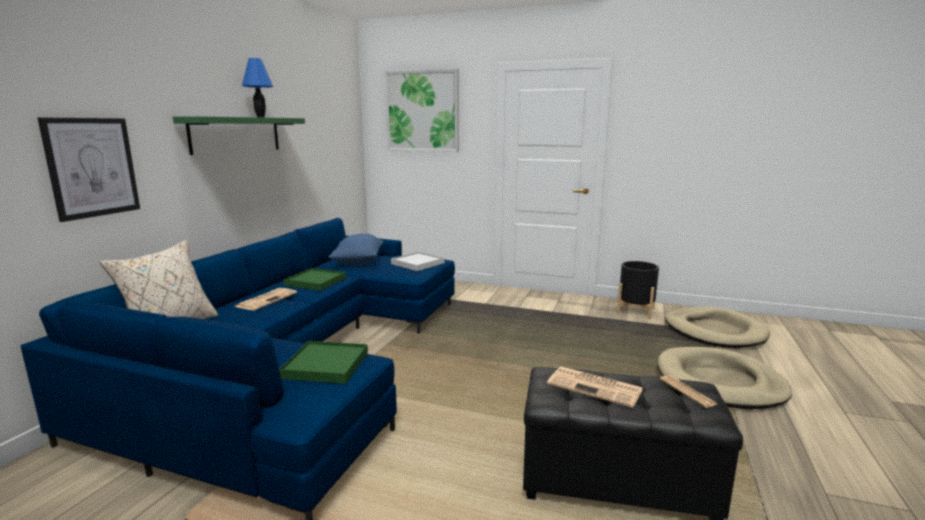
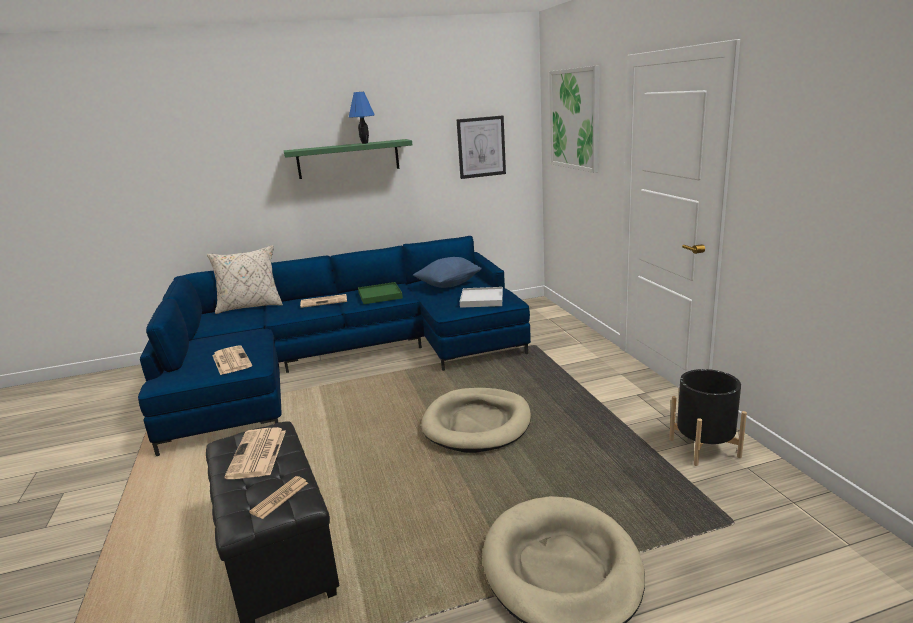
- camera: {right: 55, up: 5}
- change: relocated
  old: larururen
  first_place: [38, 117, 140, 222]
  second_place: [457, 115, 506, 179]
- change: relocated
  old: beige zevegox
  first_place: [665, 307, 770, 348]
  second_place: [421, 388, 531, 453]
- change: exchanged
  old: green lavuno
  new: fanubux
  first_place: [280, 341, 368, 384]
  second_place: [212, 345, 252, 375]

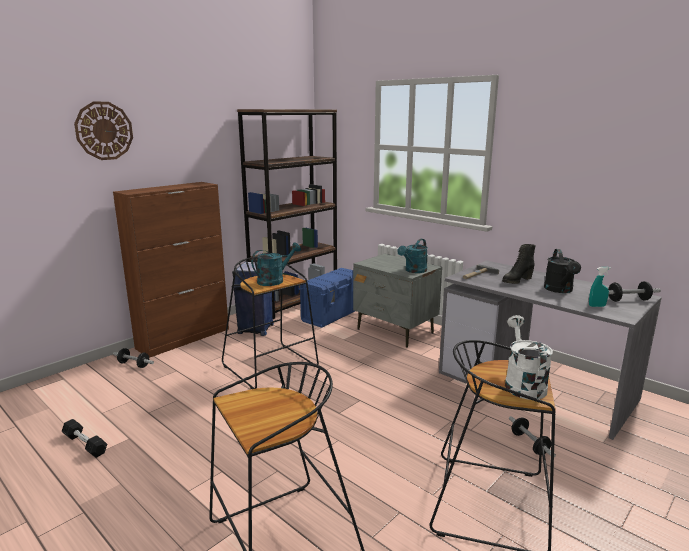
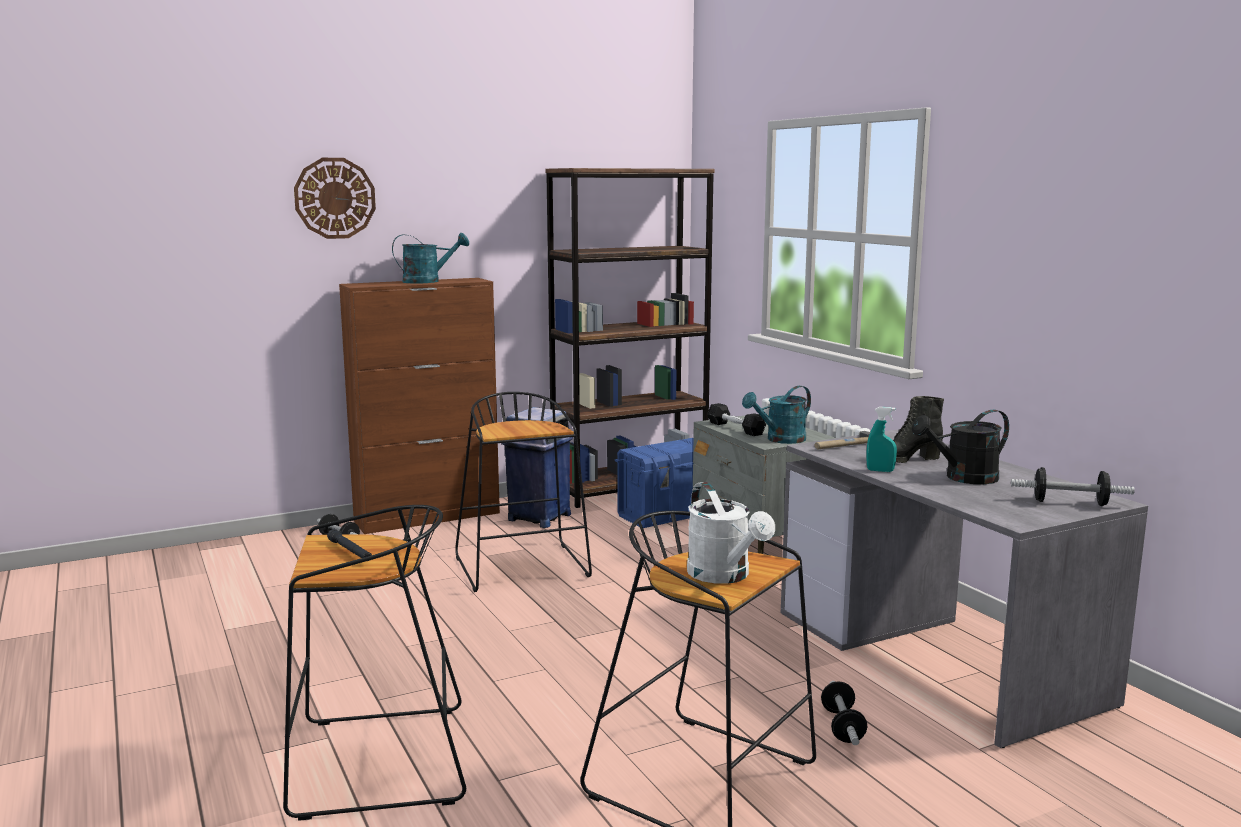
- camera: {right: 20, up: -5}
- change: relocated
  old: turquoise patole
  first_place: [251, 242, 301, 286]
  second_place: [392, 233, 469, 284]
- change: spun
  old: black patole
  first_place: [544, 249, 581, 293]
  second_place: [912, 409, 1009, 484]
  degrees: 45
- change: relocated
  old: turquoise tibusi
  first_place: [589, 267, 611, 307]
  second_place: [866, 407, 897, 472]
- change: spun
  old: white patole
  first_place: [505, 315, 553, 400]
  second_place: [687, 482, 775, 583]
  degrees: 135
- change: relocated
  old: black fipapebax
  first_place: [62, 419, 107, 458]
  second_place: [707, 403, 766, 436]
- change: appeared
  new: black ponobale
  second_place: [327, 529, 372, 561]

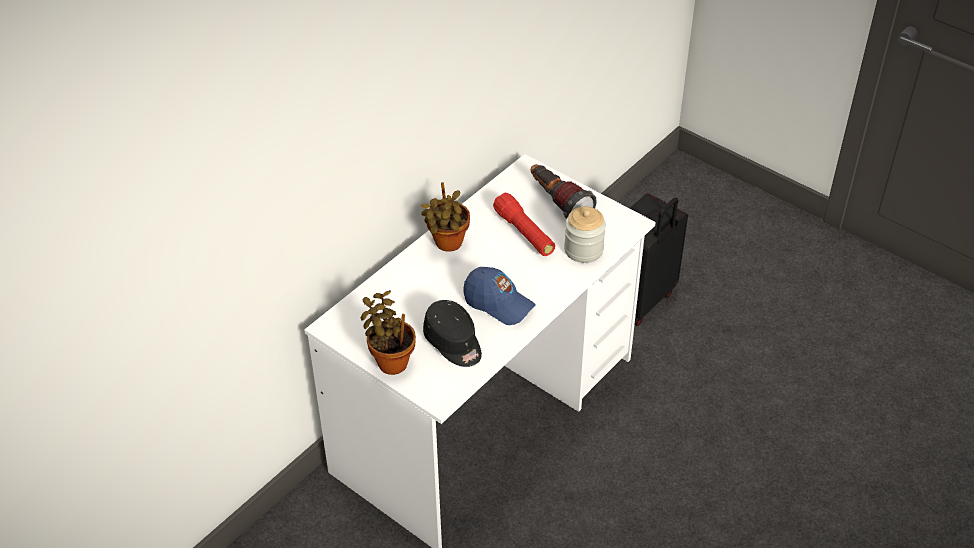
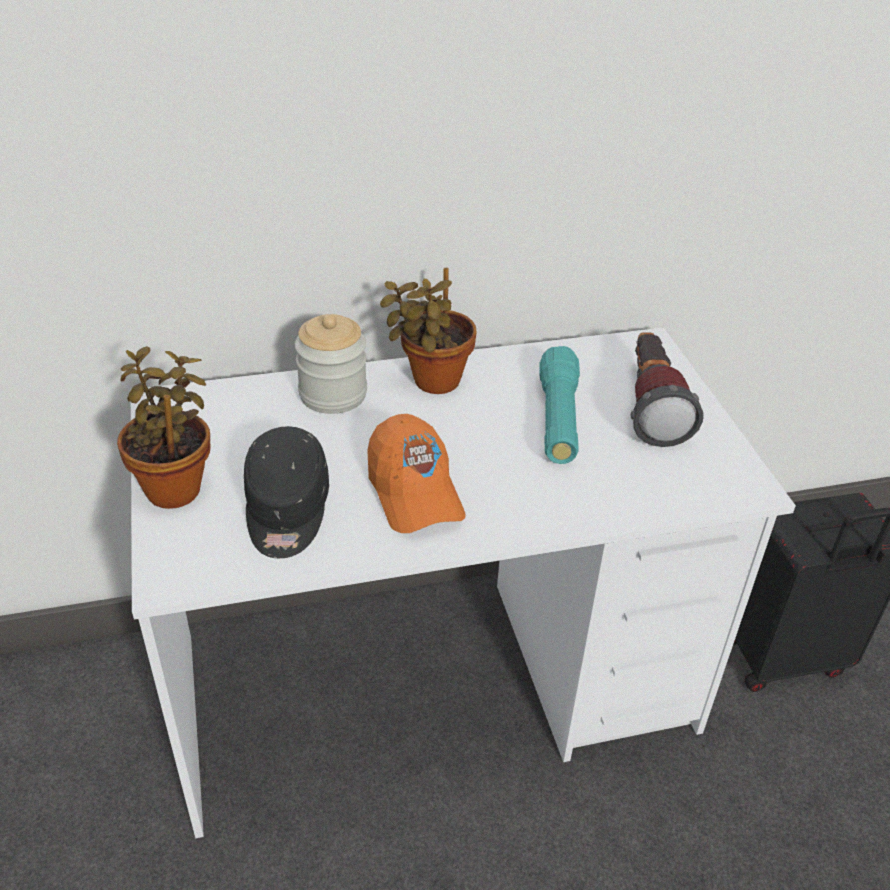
- camera: {right: 35, up: -5}
- change: colour
  old: red ponobale
  new: turquoise ponobale
  first_place: [493, 193, 555, 256]
  second_place: [539, 346, 580, 464]
- change: relocated
  old: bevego
  first_place: [564, 207, 606, 263]
  second_place: [295, 314, 367, 414]
- change: colour
  old: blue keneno
  new: orange keneno
  first_place: [463, 267, 536, 325]
  second_place: [367, 414, 465, 533]

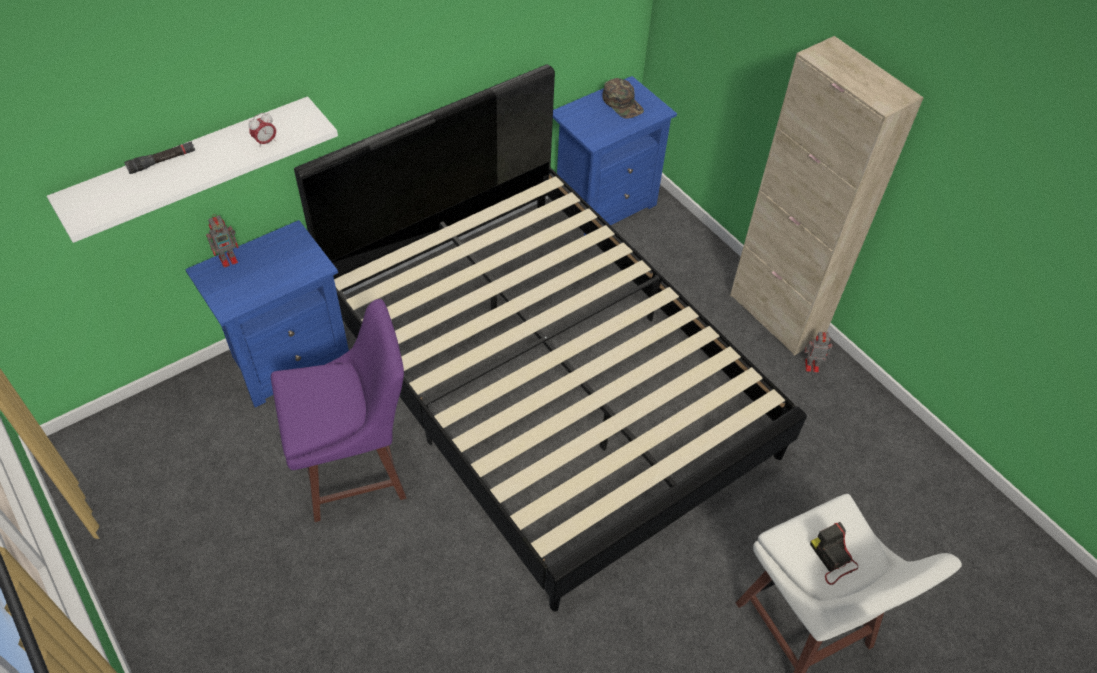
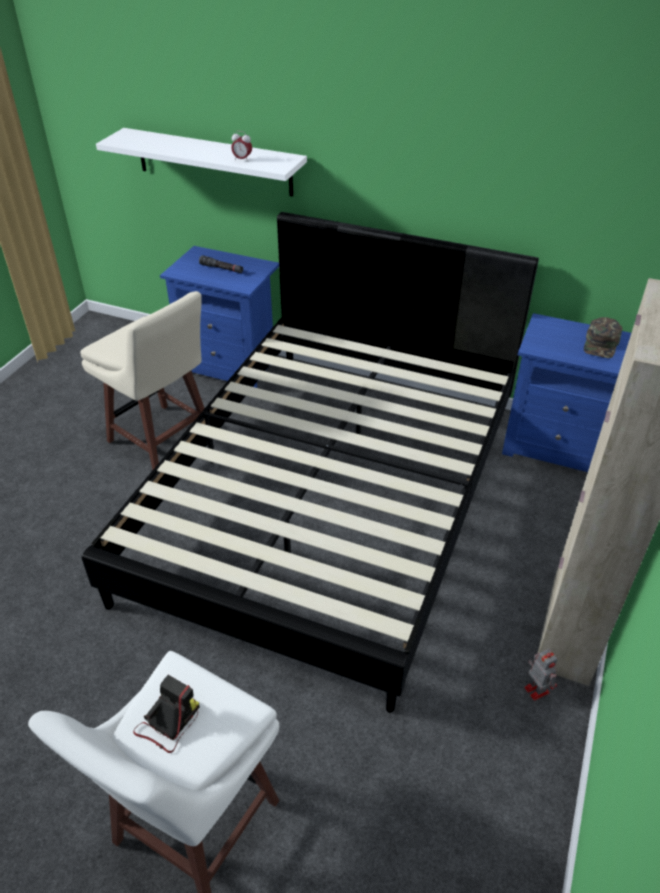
- camera: {right: 60, up: -10}
- change: relocated
  old: black ponobale
  first_place: [124, 141, 195, 174]
  second_place: [199, 255, 243, 273]
- change: missing
  old: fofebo
  first_place: [206, 214, 239, 268]
- change: colour
  old: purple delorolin
  new: beige delorolin
  first_place: [271, 299, 407, 522]
  second_place: [80, 291, 205, 470]

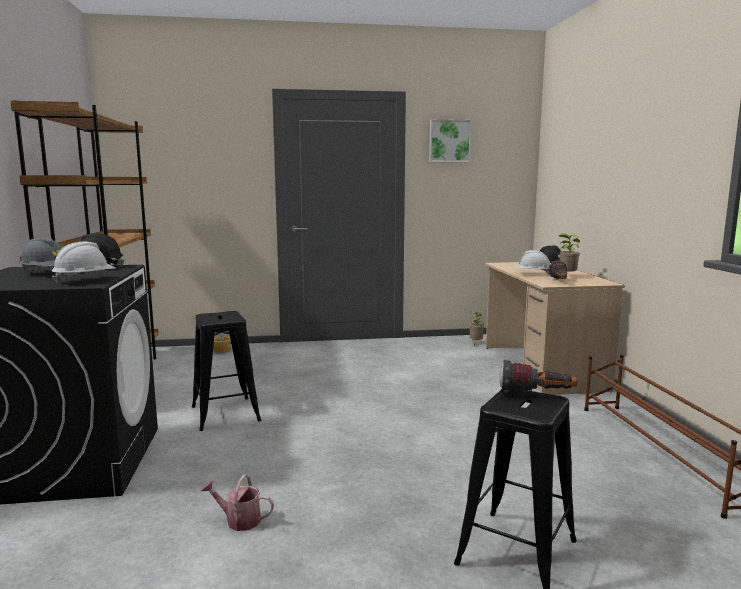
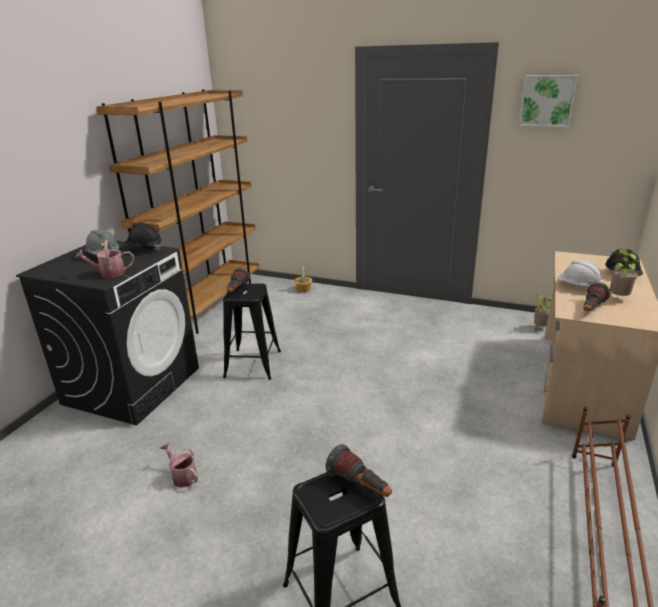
- camera: {right: 30, up: 15}
- change: exchanged
  old: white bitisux
  new: patole
  first_place: [52, 242, 116, 284]
  second_place: [75, 240, 134, 278]
- change: appeared
  new: ponobale
  second_place: [227, 268, 250, 293]

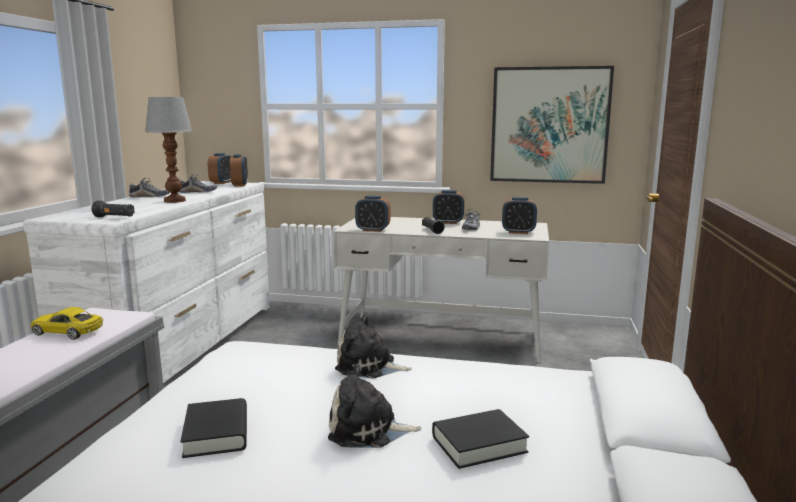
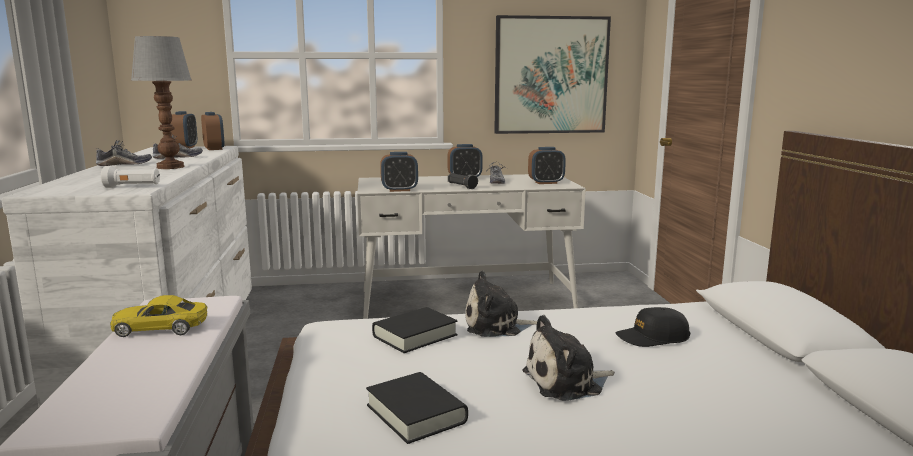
- camera: {right: -20, up: 0}
- change: colour
  old: black ponobale
  new: white ponobale
  first_place: [91, 201, 135, 217]
  second_place: [101, 166, 160, 188]
- change: relocated
  old: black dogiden
  first_place: [432, 409, 529, 469]
  second_place: [372, 307, 457, 353]
- change: appeared
  new: black keneno
  second_place: [615, 307, 690, 347]

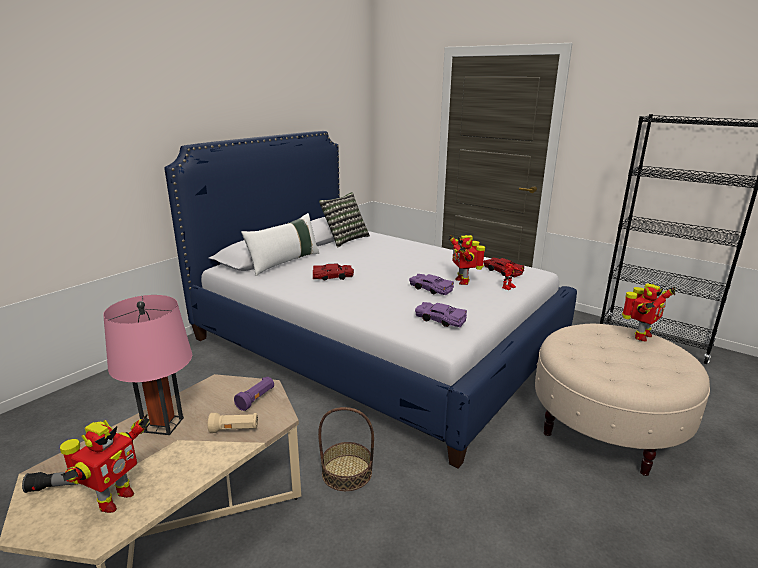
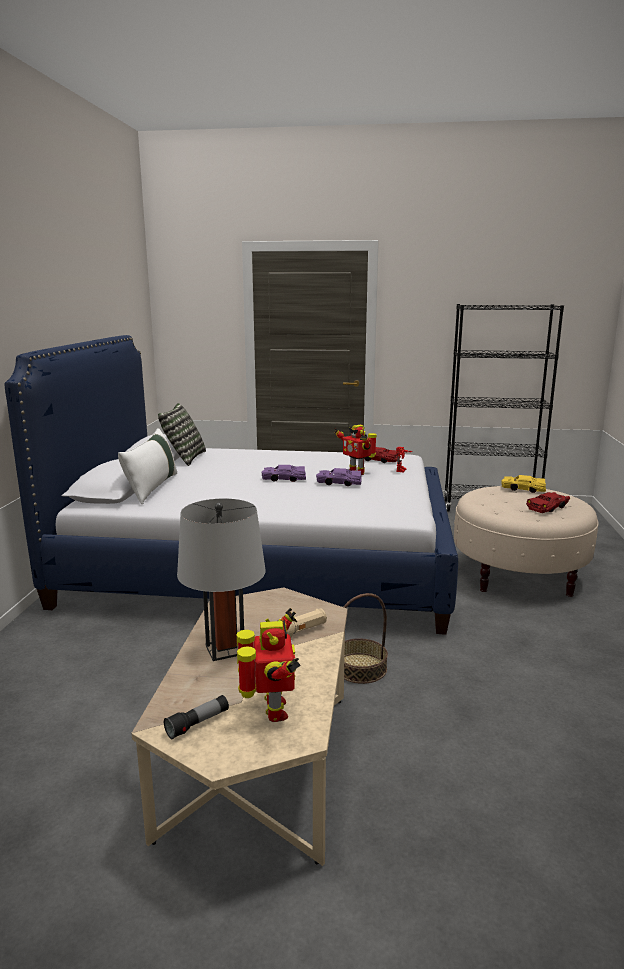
- camera: {right: -30, up: -5}
- change: relocated
  old: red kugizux
  first_place: [313, 263, 354, 280]
  second_place: [526, 492, 570, 513]
- change: exchanged
  old: fofebo
  new: yellow kugizux
  first_place: [622, 283, 676, 342]
  second_place: [501, 475, 546, 493]
- change: colour
  old: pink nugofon
  new: grey nugofon
  first_place: [103, 295, 192, 435]
  second_place: [177, 499, 266, 661]
- change: relocated
  old: purple kugizux
  first_place: [415, 302, 467, 327]
  second_place: [262, 465, 306, 482]
- change: missing
  old: purple ponobale
  first_place: [234, 377, 274, 411]

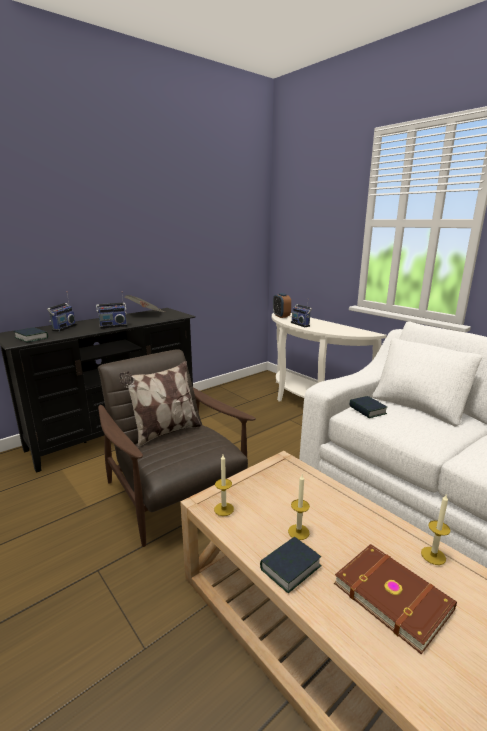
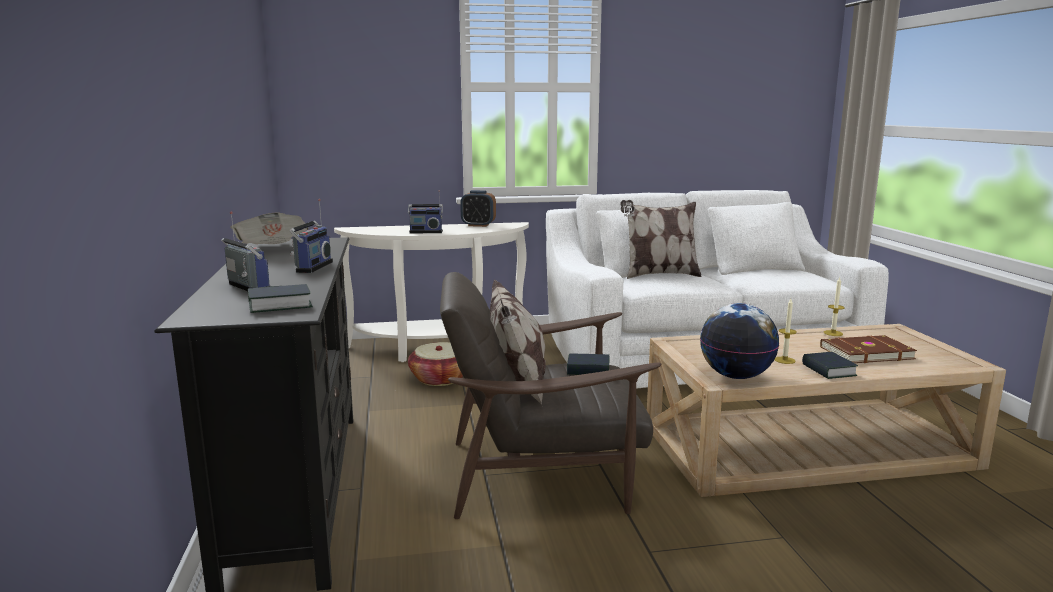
- camera: {right: -60, up: -5}
- change: relocated
  old: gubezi
  first_place: [273, 293, 291, 318]
  second_place: [460, 190, 496, 227]
- change: relocated
  old: dogiden
  first_place: [349, 396, 387, 418]
  second_place: [567, 353, 610, 375]
- change: exchanged
  old: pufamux
  new: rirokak
  first_place: [214, 455, 234, 516]
  second_place: [700, 303, 779, 379]
- change: appeared
  new: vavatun
  second_place: [620, 200, 702, 279]
- change: appeared
  new: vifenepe
  second_place: [408, 342, 463, 386]

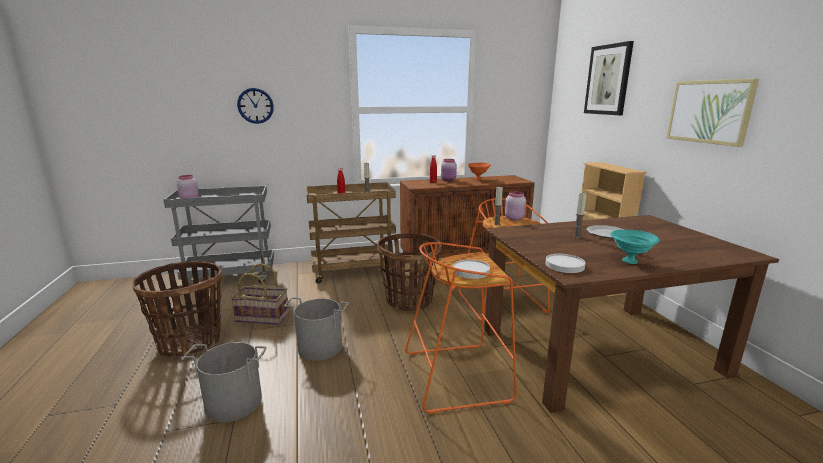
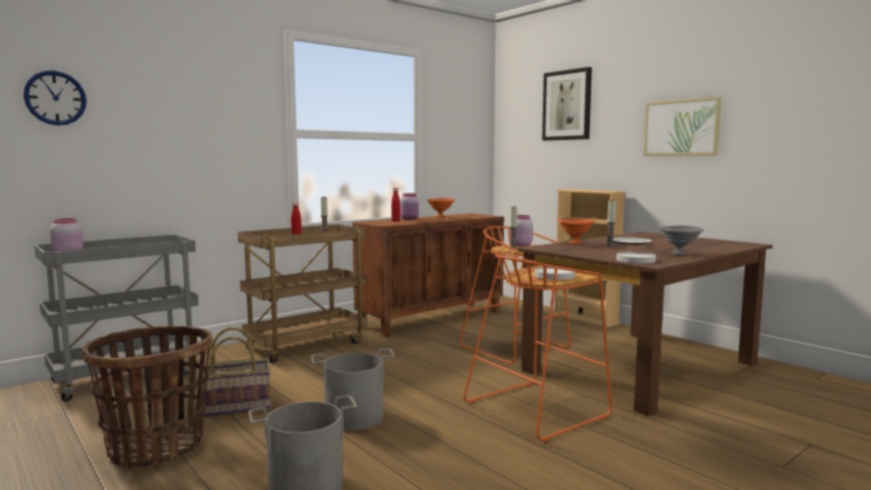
- camera: {right: -25, up: -10}
- change: relocated
  old: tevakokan
  first_place: [237, 88, 274, 124]
  second_place: [23, 70, 87, 126]
- change: colour
  old: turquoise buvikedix
  new: grey buvikedix
  first_place: [610, 230, 659, 264]
  second_place: [658, 226, 704, 255]
- change: missing
  old: vifenepe
  first_place: [377, 233, 441, 311]
- change: appeared
  new: orange buvikedix
  second_place: [558, 218, 595, 244]

